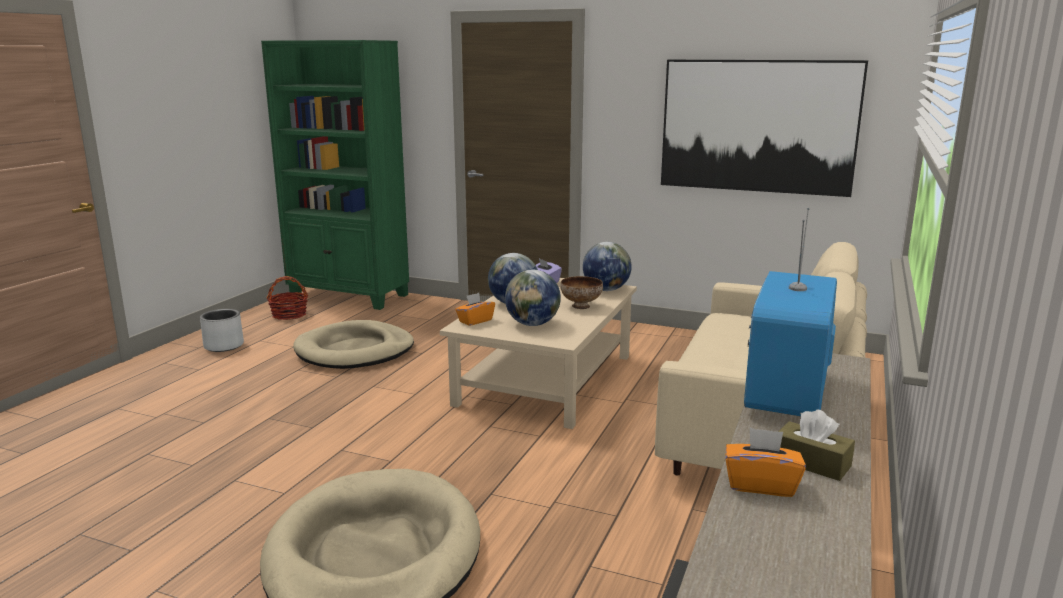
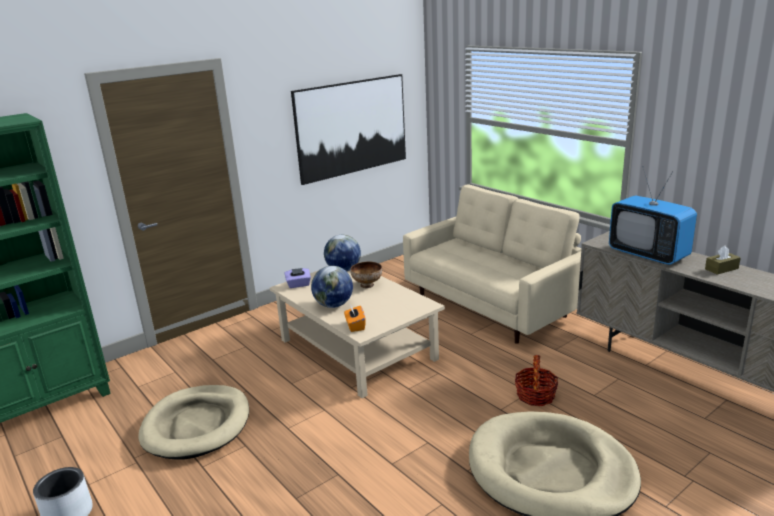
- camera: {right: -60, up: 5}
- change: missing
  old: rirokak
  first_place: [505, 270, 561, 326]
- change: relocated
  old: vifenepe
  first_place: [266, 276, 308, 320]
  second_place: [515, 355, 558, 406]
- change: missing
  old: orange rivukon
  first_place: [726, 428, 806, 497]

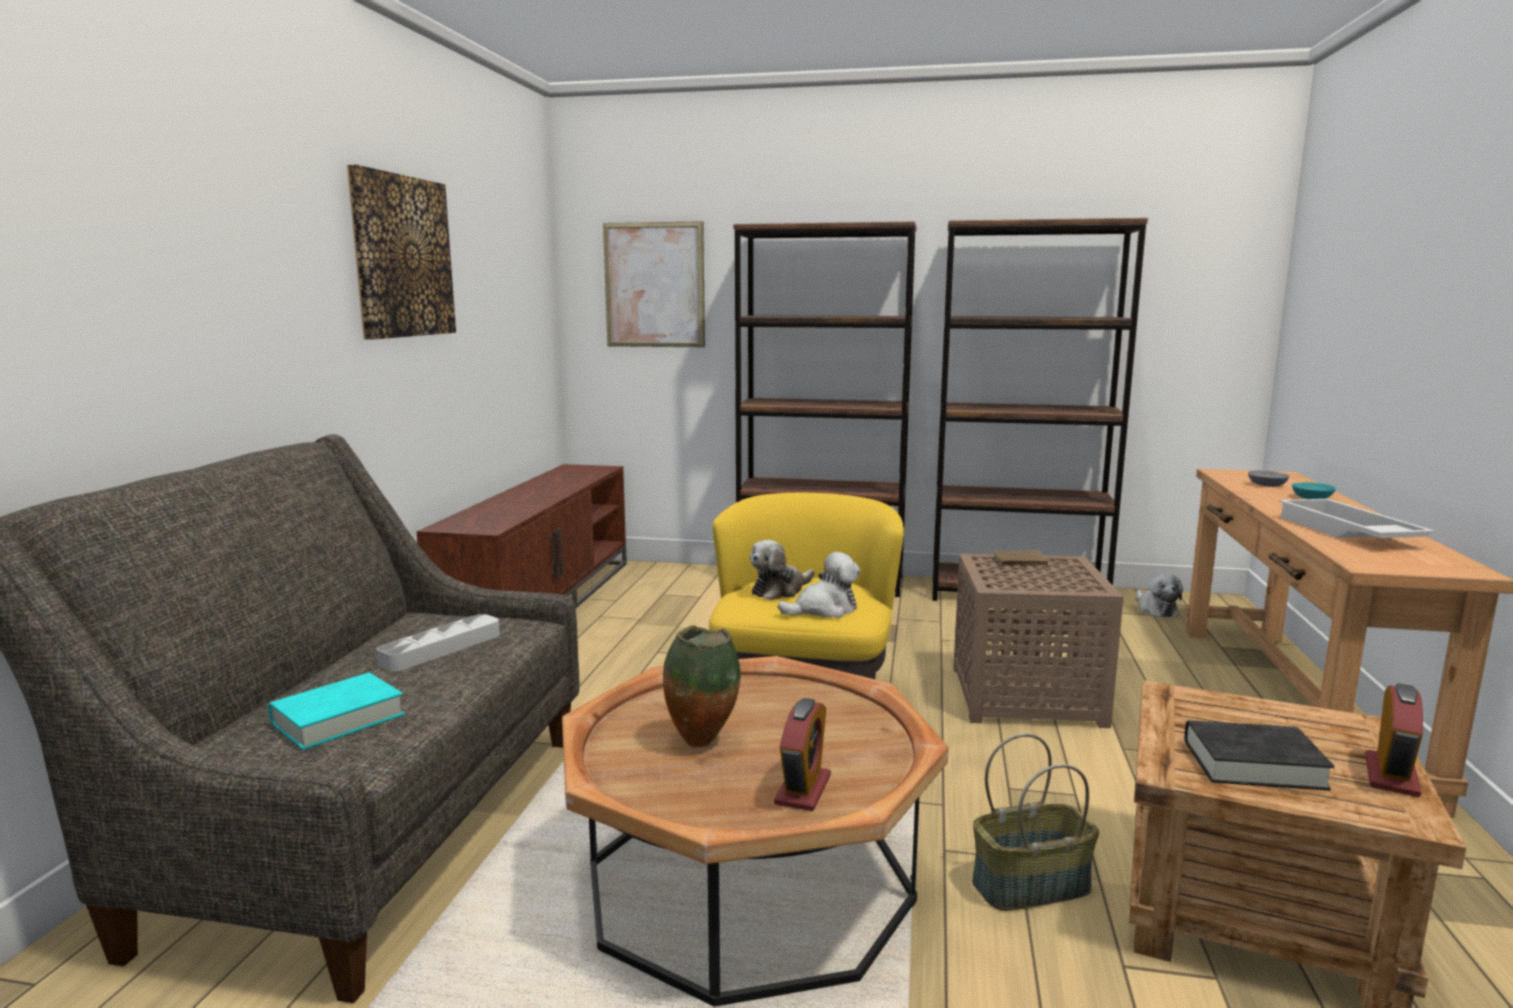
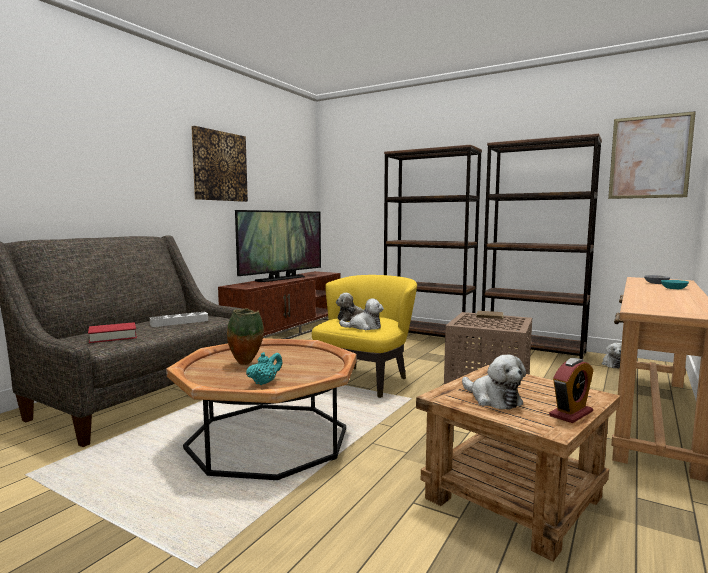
- camera: {right: 20, up: -5}
- change: relocated
  old: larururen
  first_place: [603, 221, 705, 347]
  second_place: [608, 111, 696, 199]
- change: missing
  old: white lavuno
  first_place: [1279, 499, 1435, 538]
- change: colour
  old: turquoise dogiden
  new: red dogiden
  first_place: [268, 673, 405, 750]
  second_place: [88, 322, 137, 343]
- change: exchanged
  old: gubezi
  new: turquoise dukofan
  first_place: [774, 698, 831, 811]
  second_place: [246, 352, 283, 385]
- change: exchanged
  old: black dogiden
  new: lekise
  first_place: [1184, 720, 1334, 791]
  second_place: [462, 355, 526, 410]
- change: missing
  old: vifenepe
  first_place: [973, 733, 1099, 911]
- change: appeared
  new: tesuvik
  second_place: [235, 210, 321, 282]

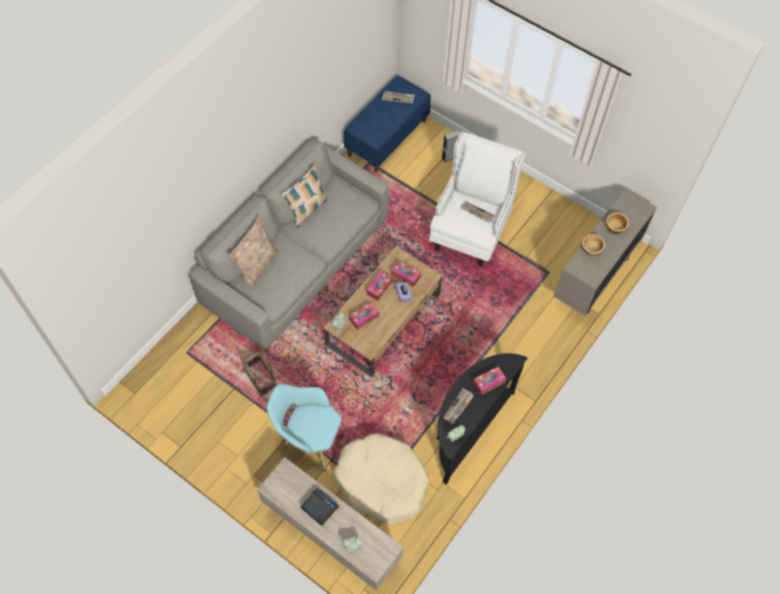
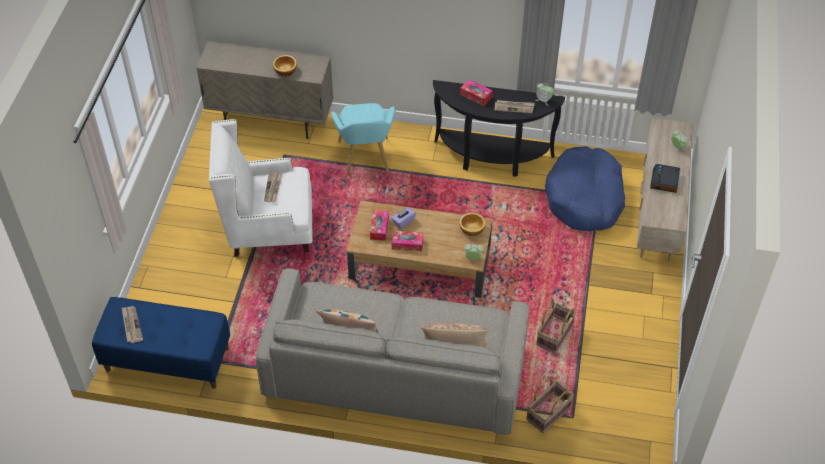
- camera: {right: -115, up: -10}
- change: missing
  old: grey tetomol
  first_place: [442, 130, 461, 162]
- change: relocated
  old: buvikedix
  first_place: [606, 212, 629, 234]
  second_place: [459, 213, 486, 236]
- change: missing
  old: rivukon
  first_place: [349, 302, 379, 330]
- change: relocated
  old: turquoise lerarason
  first_place: [267, 384, 344, 472]
  second_place: [331, 103, 395, 176]
- change: colour
  old: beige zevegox
  new: blue zevegox
  first_place: [334, 433, 429, 524]
  second_place: [545, 146, 625, 231]
- change: appeared
  new: vifenepe
  second_place: [526, 377, 574, 433]

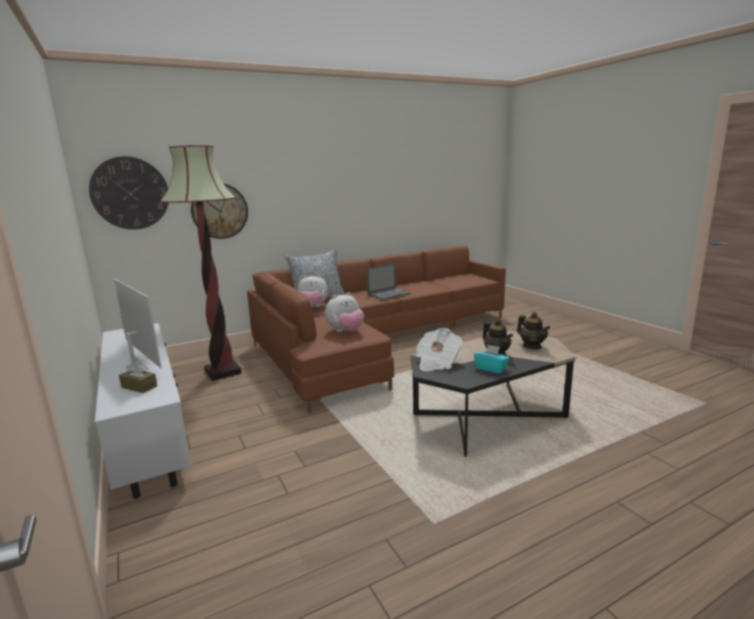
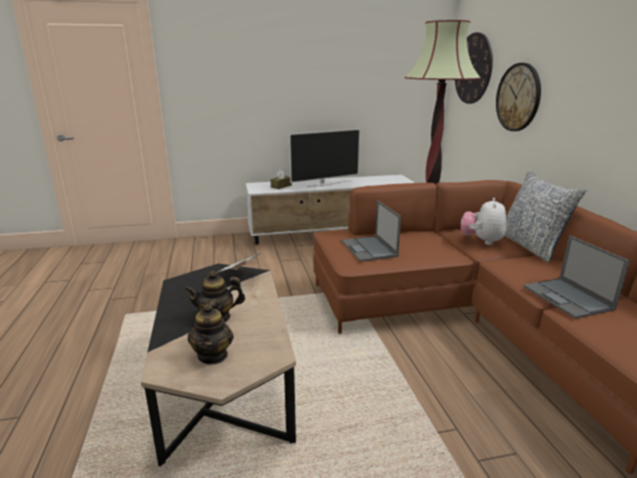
- camera: {right: 105, up: 5}
- change: exchanged
  old: lekise
  new: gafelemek
  first_place: [325, 292, 364, 332]
  second_place: [342, 201, 401, 262]
- change: spun
  old: dukofan
  first_place: [517, 312, 550, 349]
  second_place: [188, 301, 234, 364]
  degrees: -75
- change: missing
  old: turquoise rivukon
  first_place: [474, 344, 510, 374]

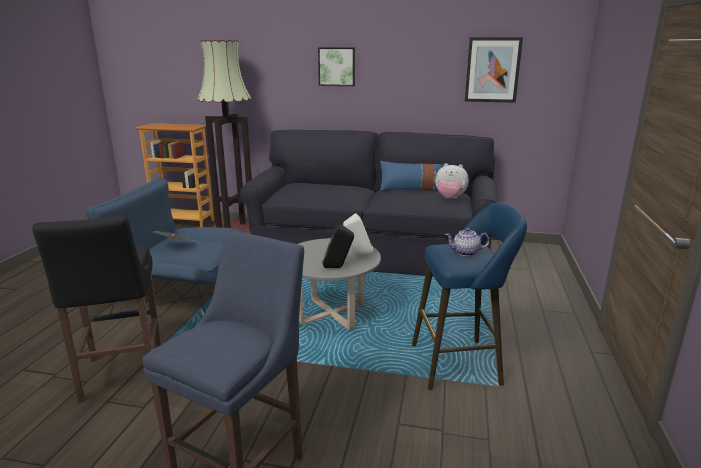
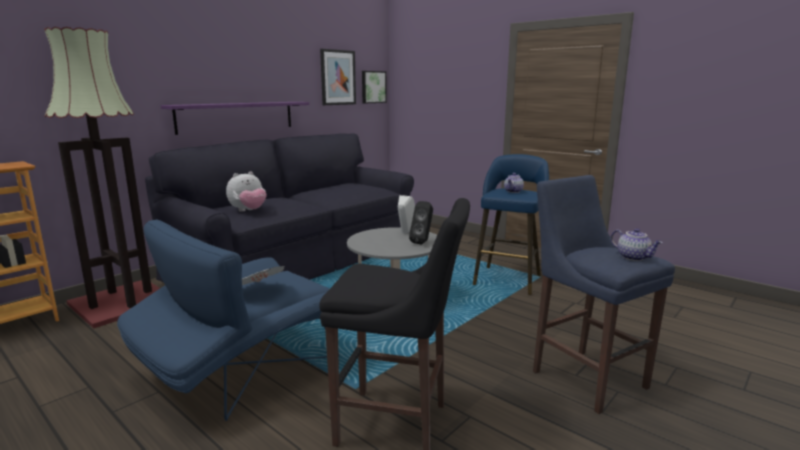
- camera: {right: -60, up: -5}
- change: relocated
  old: larururen
  first_place: [318, 47, 355, 86]
  second_place: [362, 71, 387, 103]
- change: missing
  old: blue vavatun
  first_place: [380, 161, 444, 191]
- change: relocated
  old: lekise
  first_place: [436, 163, 469, 199]
  second_place: [226, 171, 266, 212]
- change: appeared
  new: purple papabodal
  second_place: [161, 102, 309, 135]
- change: appeared
  new: dukofan
  second_place: [611, 228, 663, 261]

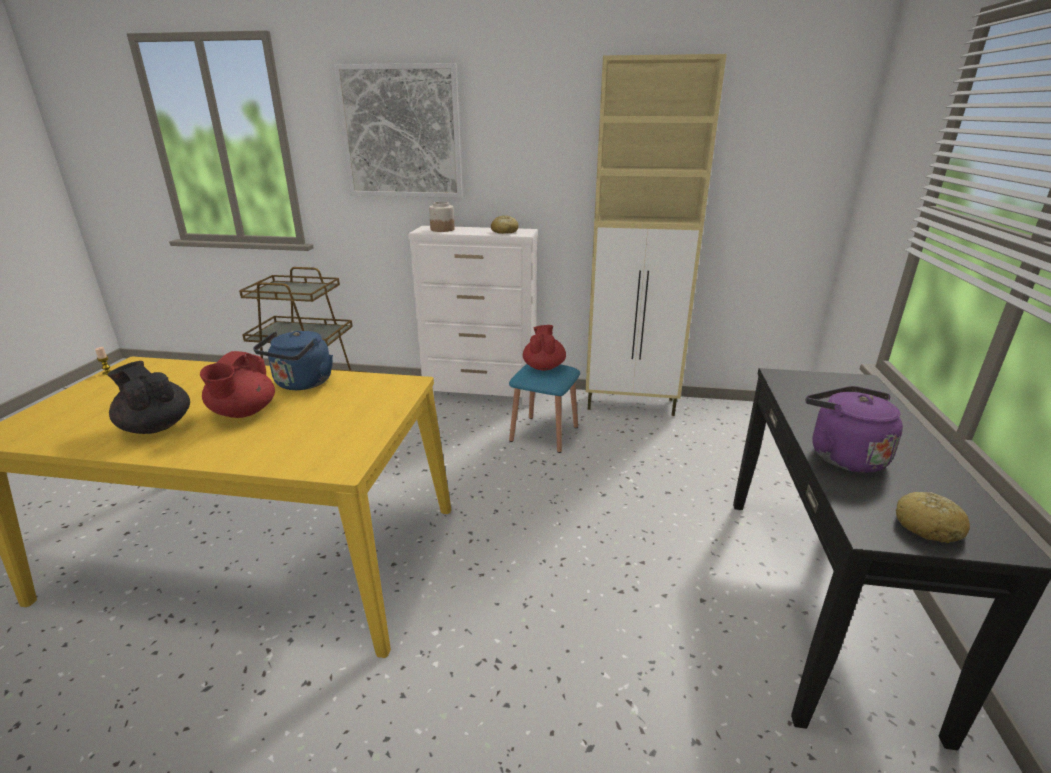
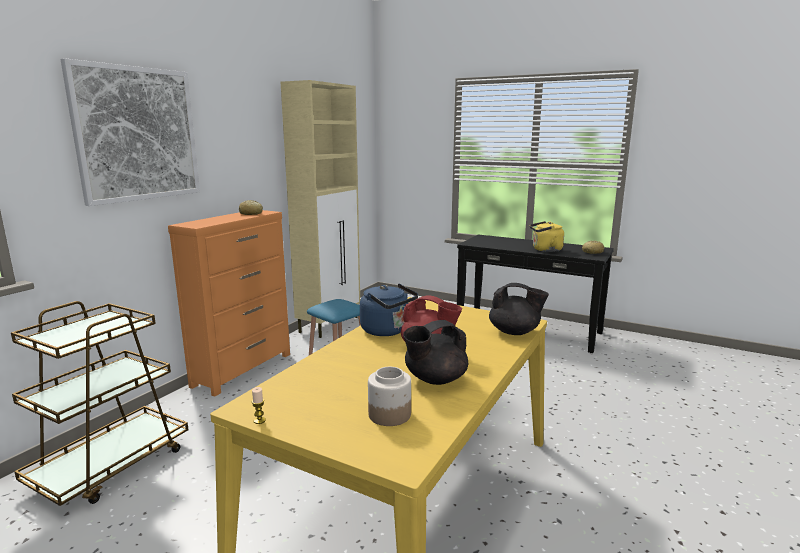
- camera: {right: -70, up: -10}
- change: relocated
  old: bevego
  first_place: [429, 202, 455, 232]
  second_place: [368, 367, 411, 426]
- change: colour
  old: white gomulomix
  new: orange gomulomix
  first_place: [408, 226, 538, 405]
  second_place: [168, 210, 290, 397]
- change: missing
  old: red dukofan
  first_place: [523, 325, 566, 371]
- change: colour
  old: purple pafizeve
  new: yellow pafizeve
  first_place: [806, 386, 903, 473]
  second_place: [530, 221, 564, 252]
- change: appeared
  new: black dukofan
  second_place: [489, 283, 549, 335]

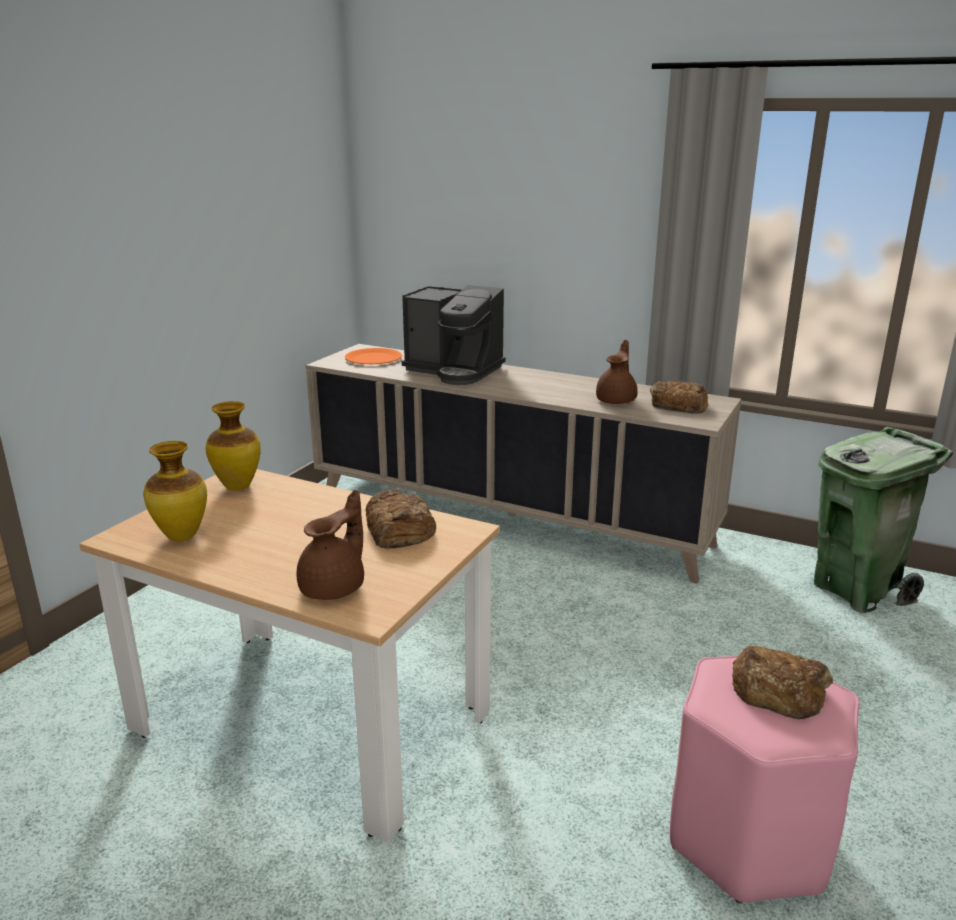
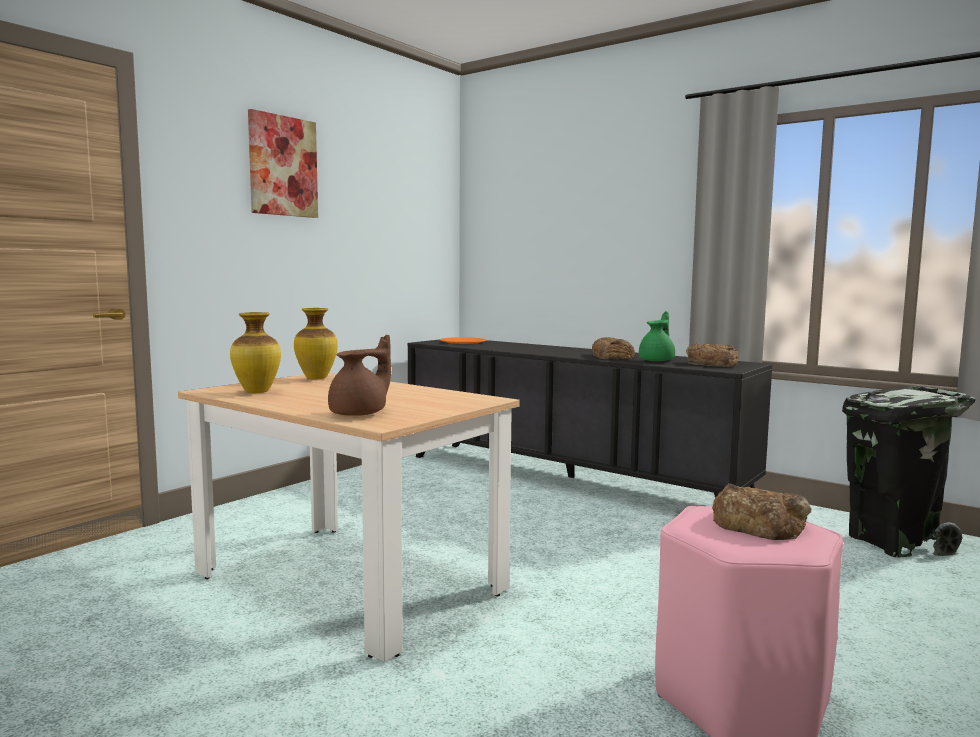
- camera: {right: 10, up: -15}
- change: missing
  old: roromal
  first_place: [402, 285, 505, 385]
- change: colour
  old: brown dukofan
  new: green dukofan
  first_place: [596, 340, 638, 404]
  second_place: [639, 311, 675, 361]
- change: colour
  old: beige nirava
  new: black nirava
  first_place: [306, 344, 741, 584]
  second_place: [408, 339, 772, 498]
- change: colour
  old: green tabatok
  new: black tabatok
  first_place: [814, 427, 953, 613]
  second_place: [842, 386, 976, 558]
- change: relocated
  old: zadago
  first_place: [366, 489, 436, 549]
  second_place: [592, 337, 635, 359]
- change: appeared
  new: larururen
  second_place: [248, 109, 318, 218]

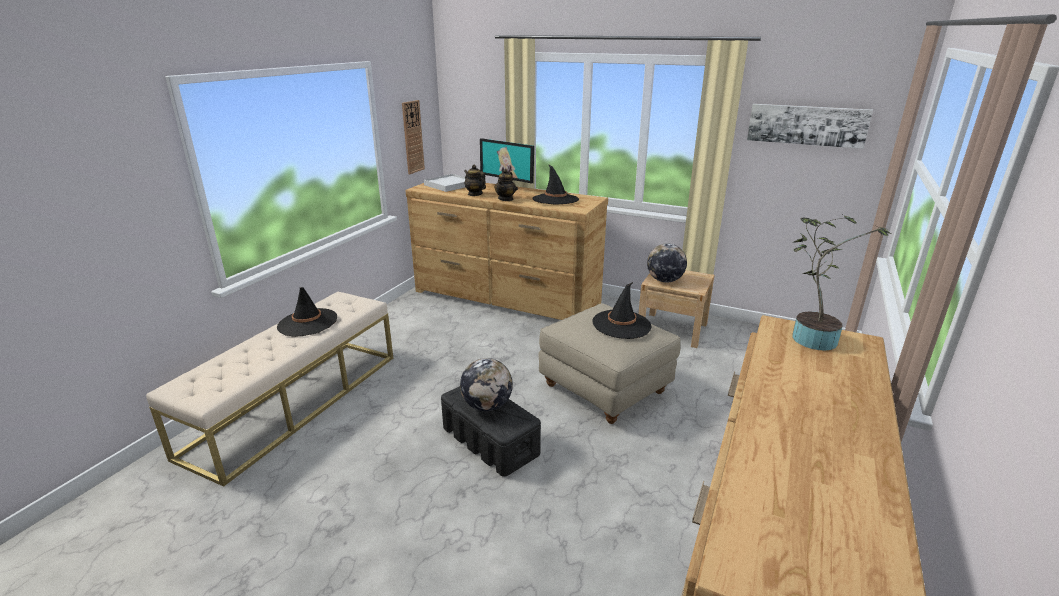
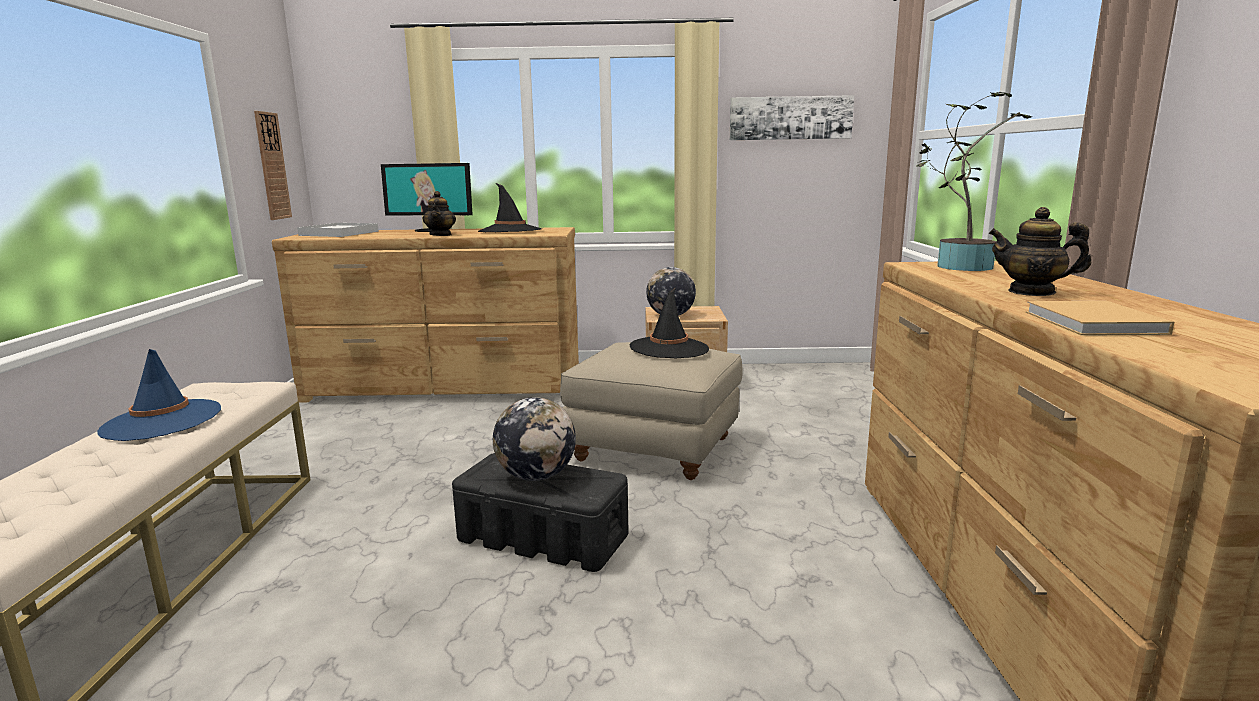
- camera: {right: -25, up: -10}
- change: relocated
  old: dukofan
  first_place: [464, 165, 486, 196]
  second_place: [989, 207, 1091, 296]
- change: colour
  old: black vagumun
  new: blue vagumun
  first_place: [277, 287, 337, 337]
  second_place: [97, 349, 221, 441]
- change: appeared
  new: beige dogiden
  second_place: [1026, 301, 1174, 335]

